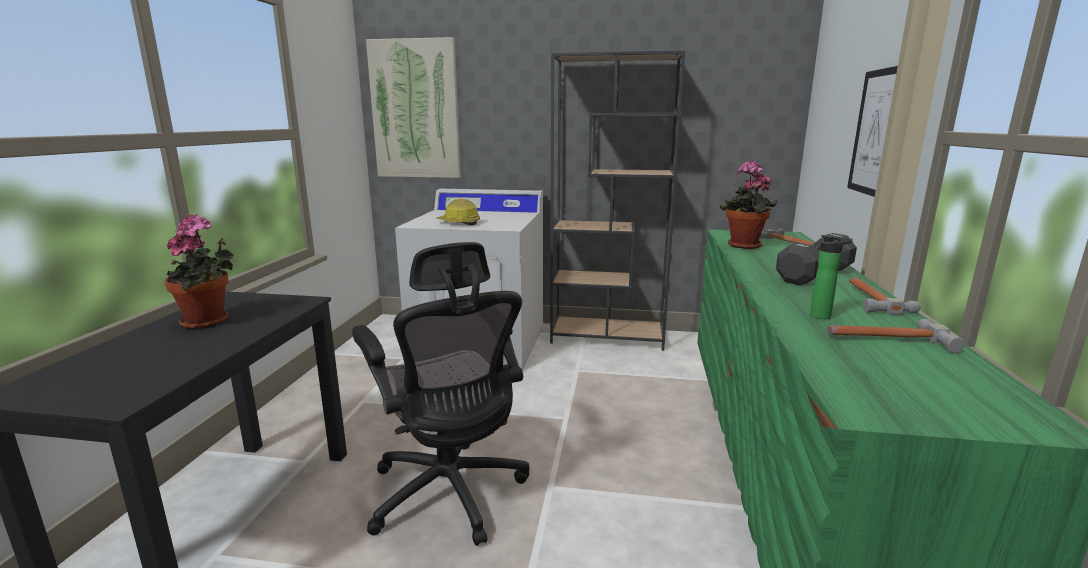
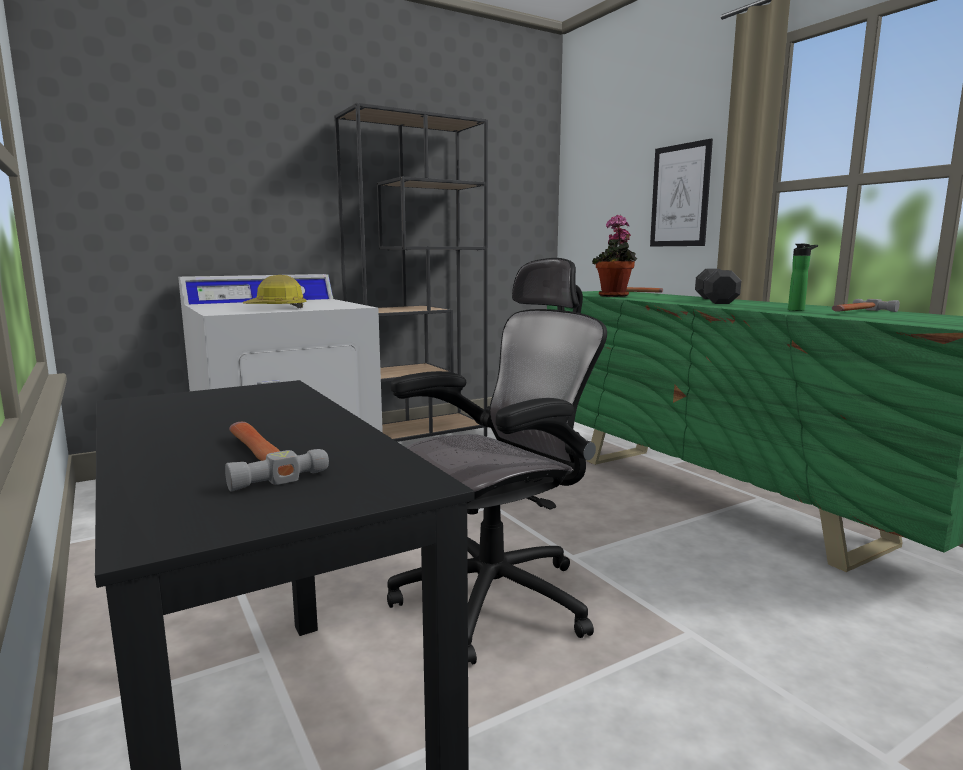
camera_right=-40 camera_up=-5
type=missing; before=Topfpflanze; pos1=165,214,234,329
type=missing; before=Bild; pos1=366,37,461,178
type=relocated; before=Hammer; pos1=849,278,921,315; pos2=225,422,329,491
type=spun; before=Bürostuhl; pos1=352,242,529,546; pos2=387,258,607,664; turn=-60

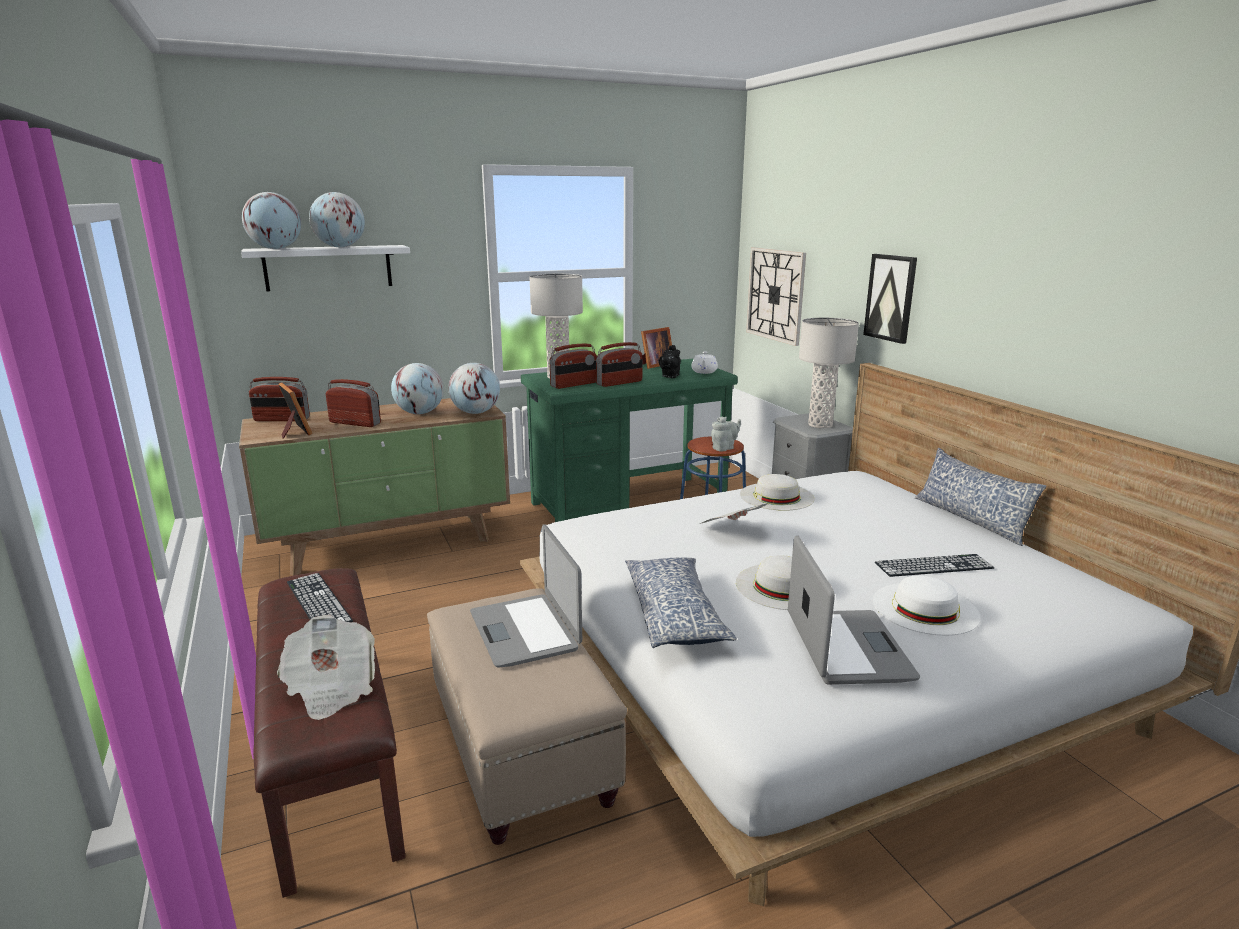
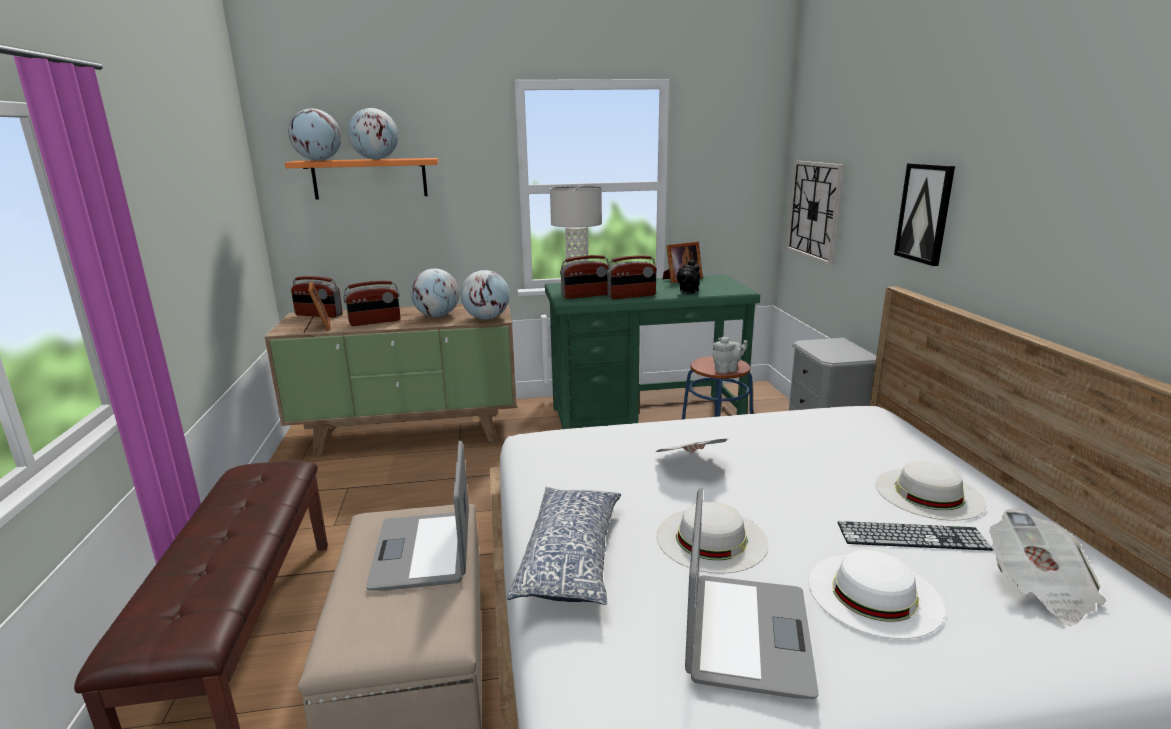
camera_right=15 camera_up=0
type=missing; before=Tastatur; pos1=287,573,353,622
type=missing; before=Teekanne/weiß; pos1=691,351,718,374
type=missing; before=Tischlampe/weiß; pos1=799,317,859,428
type=missing; before=Kissen; pos1=915,448,1047,546
type=relocated; before=Zeitung; pos1=277,615,375,720; pos2=989,509,1106,626
type=relocated; before=Hut/weiß; pos1=740,474,814,511; pos2=876,461,986,521
type=colour; before=Wandregal/weiß; after=Wandregal/orange; pos1=241,245,410,291; pos2=285,158,439,200
type=spun; before=Radio; pos1=326,379,381,427; pos2=343,281,400,326; turn=120

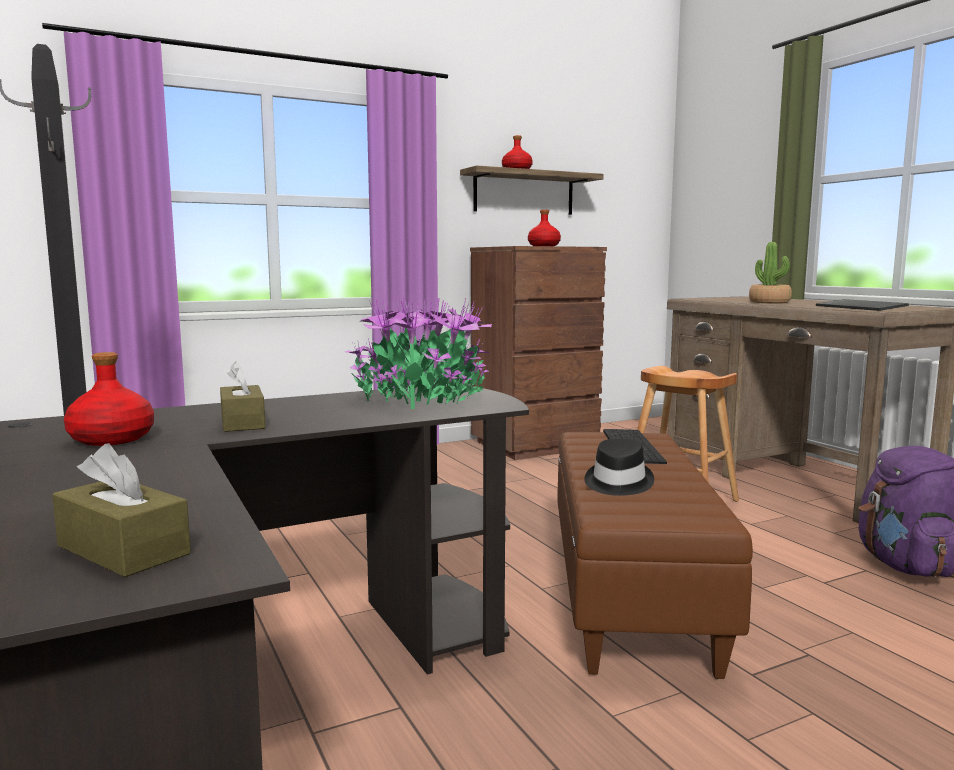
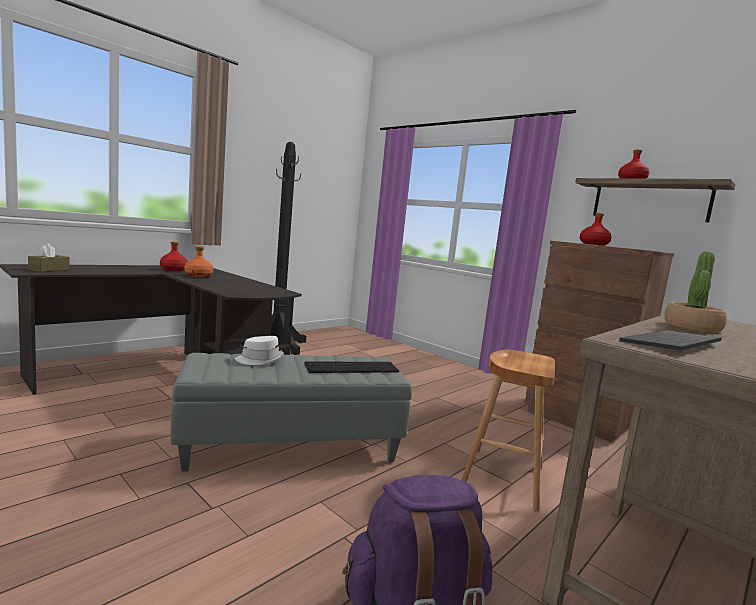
camera_right=70 camera_up=0
type=missing; before=Topfpflanze; pos1=345,298,492,409
type=exchanged; before=Taschentuchbox/braun; after=Flasche/orange; pos1=220,361,265,432; pos2=184,246,213,277
type=colour; before=Polsterhocker/braun; after=Polsterhocker/grau; pos1=557,432,753,679; pos2=170,353,412,472
type=colour; before=Hut/schwarz; after=Hut/weiß; pos1=584,438,654,496; pos2=235,336,284,365

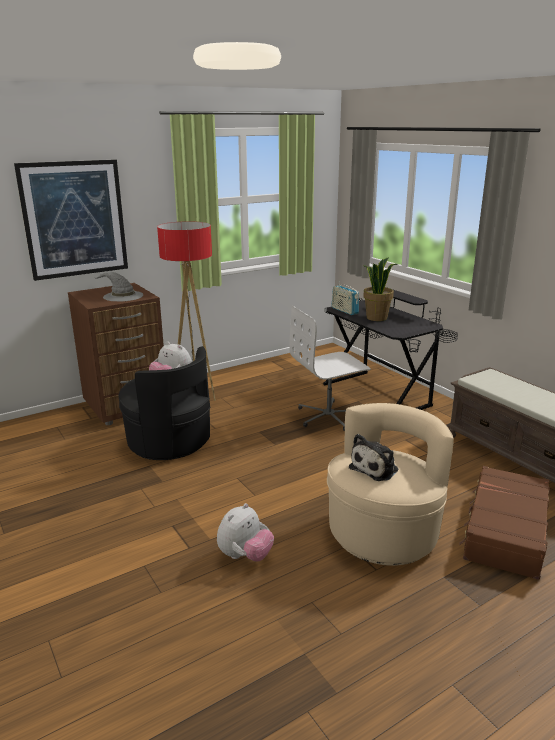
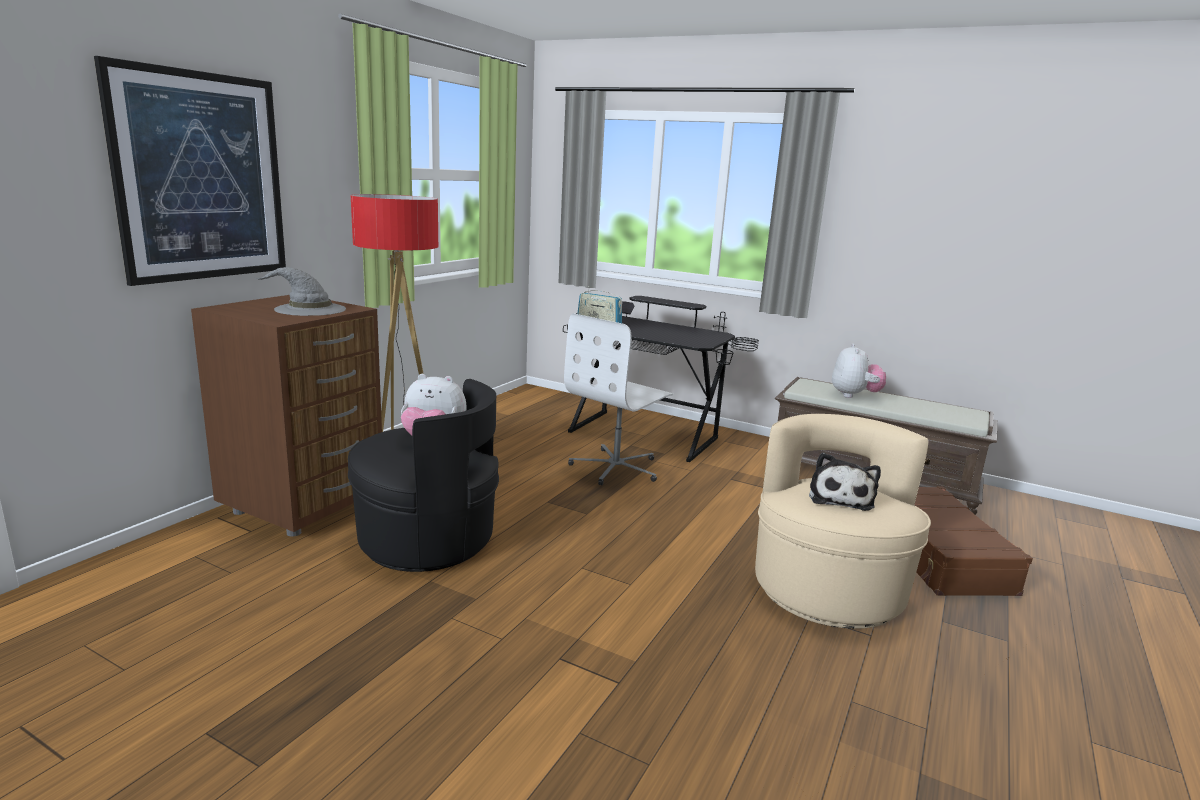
camera_right=-30 camera_up=-5
type=missing; before=Topfpflanze; pos1=363,257,398,321
type=relocated; before=Plüschtier; pos1=217,503,274,561; pos2=832,343,886,398

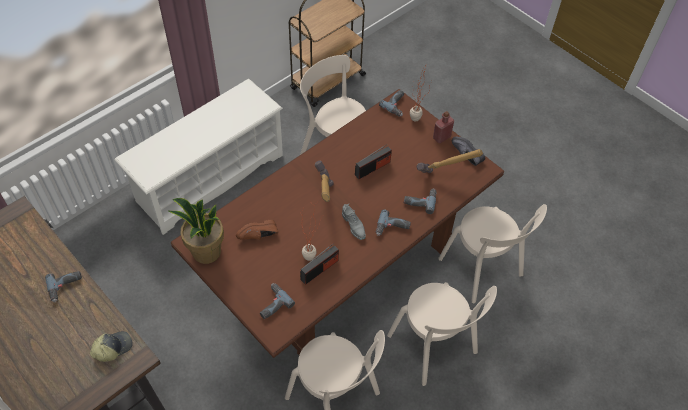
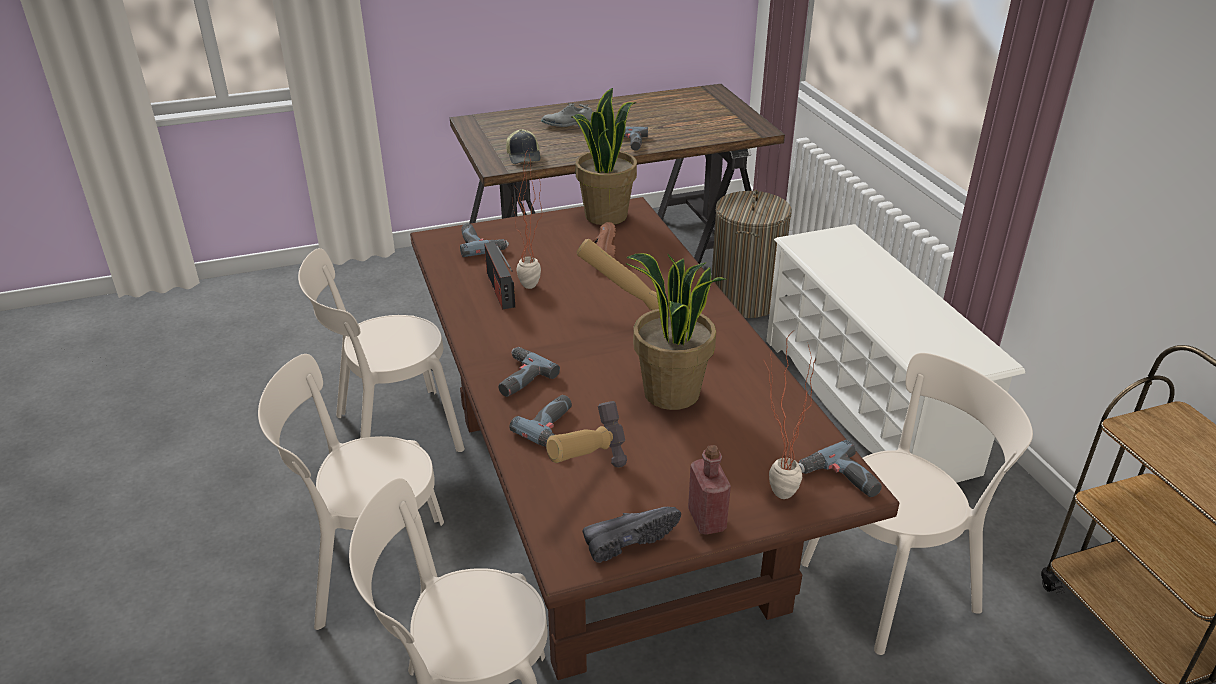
camera_right=115 camera_up=-20
type=appeared; after=Wäschekorb; pos2=711,189,792,318
type=relocated; before=Schuh/grau; pos1=342,204,366,240; pos2=541,103,592,127
type=exchanged; before=Radio; after=Topfpflanze; pos1=355,144,392,179; pos2=625,253,726,410

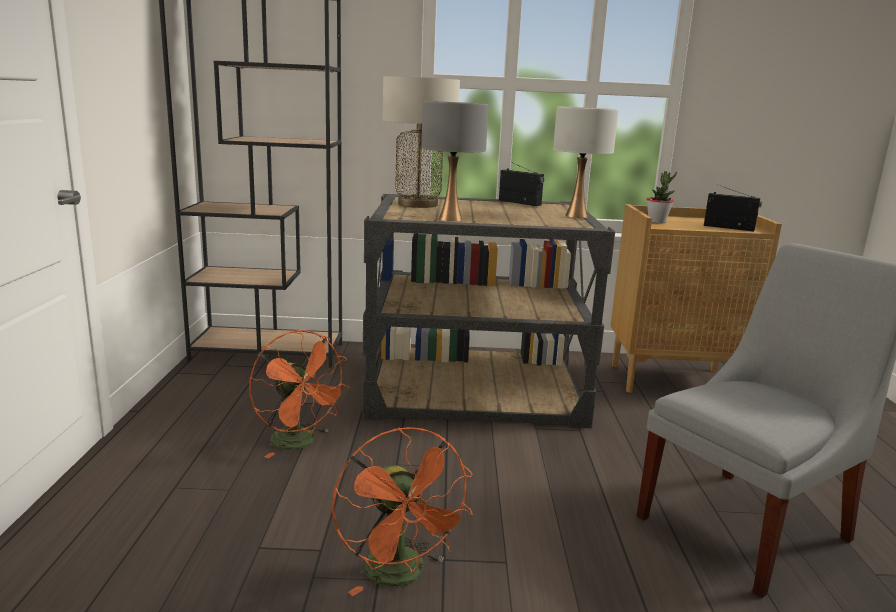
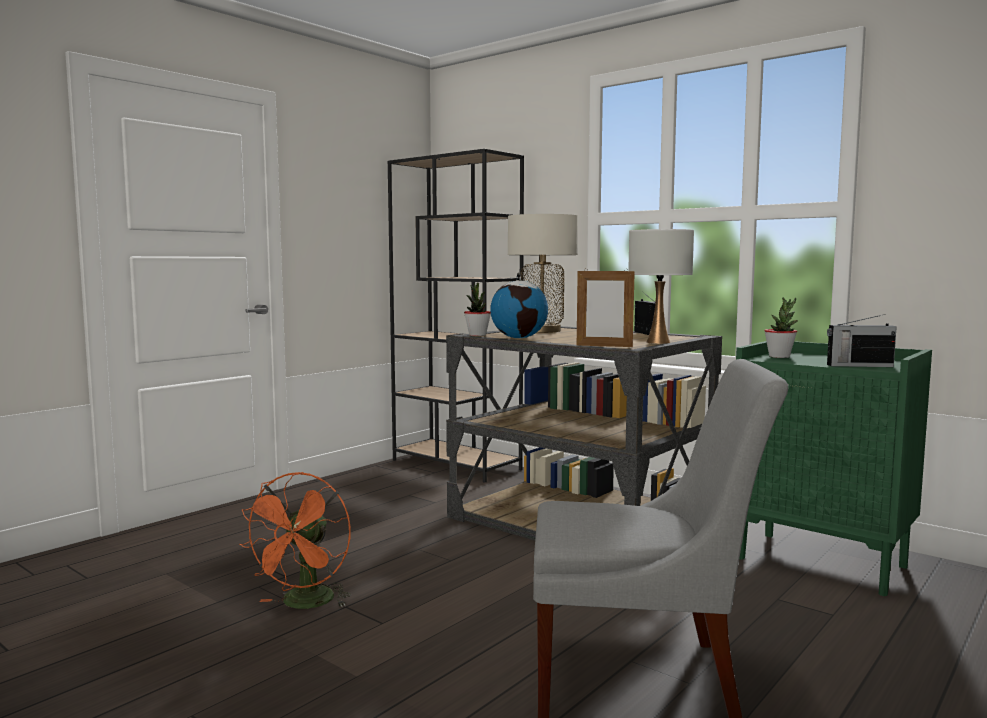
camera_right=40 camera_up=-10
type=missing; before=Ventilator/orange; pos1=249,330,349,458
type=appeared; after=Topfpflanze; pos2=464,282,491,336
type=appeared; after=Bilderrahmen; pos2=577,268,635,347
type=exchanged; before=Tischlampe/grau; after=Globus; pos1=421,101,489,222; pos2=490,272,548,338
type=colour; before=Schrank/braun; after=Schrank/grün; pos1=611,204,782,393; pos2=736,341,932,596
type=spun; before=Radio; pos1=704,185,762,232; pos2=827,314,897,367; turn=120

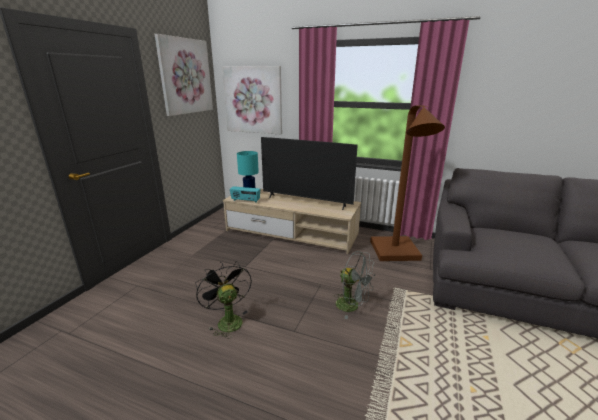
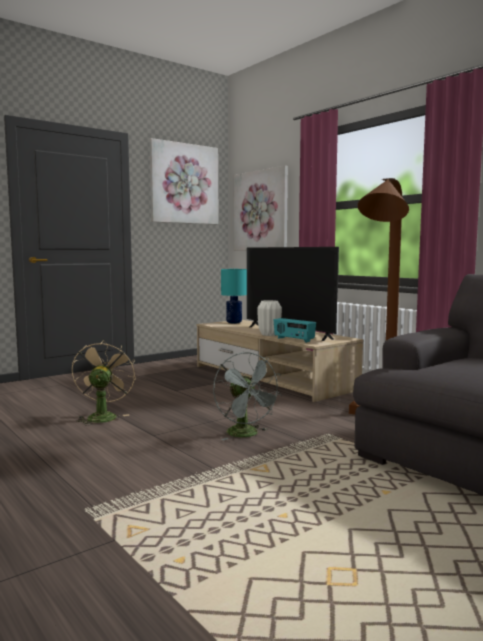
camera_right=30 camera_up=-15
type=appeared; after=Vase/weiß; pos2=257,300,282,336
type=relocated; before=Radio; pos1=230,186,260,203; pos2=274,318,316,343
type=colour; before=Ventilator/schwarz; after=Ventilator/beige; pos1=195,261,252,339; pos2=72,340,136,426

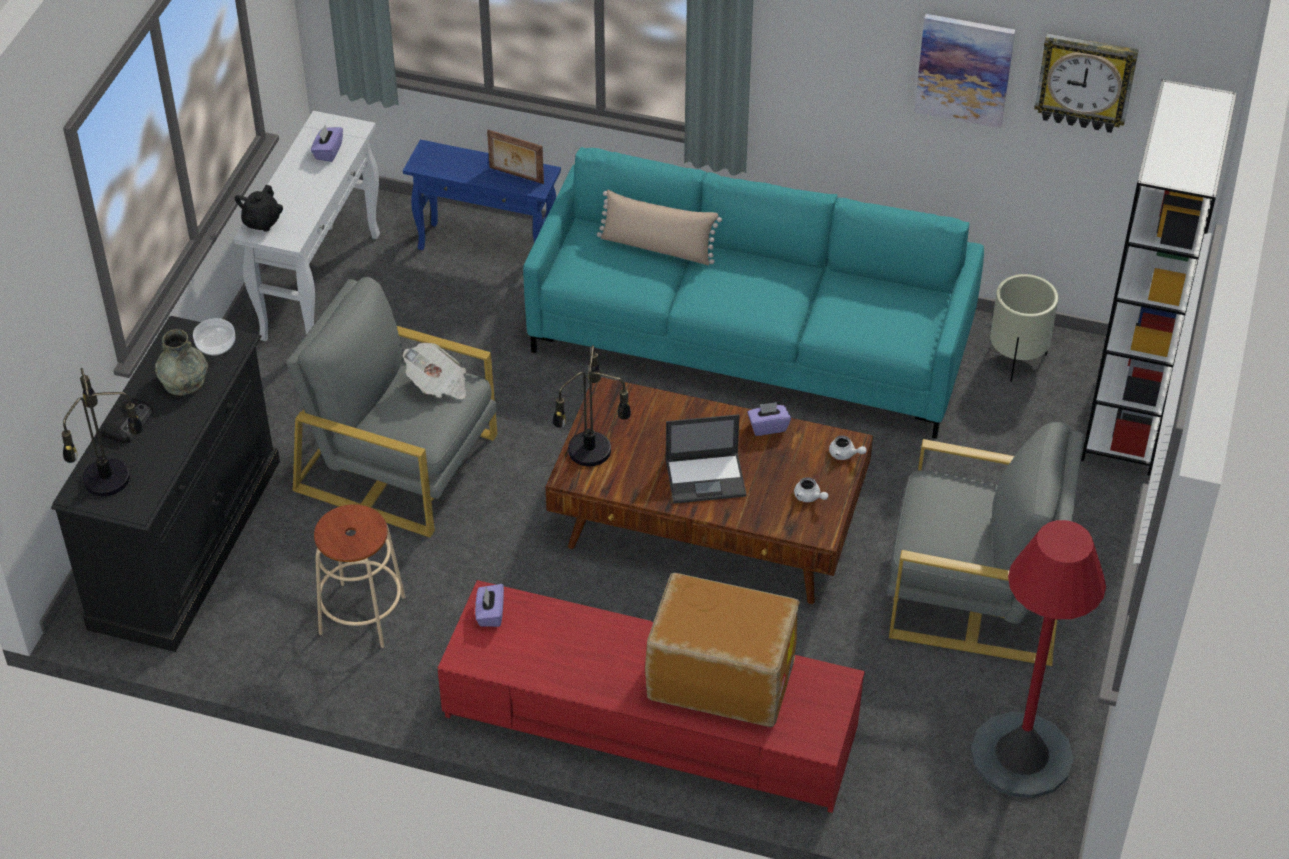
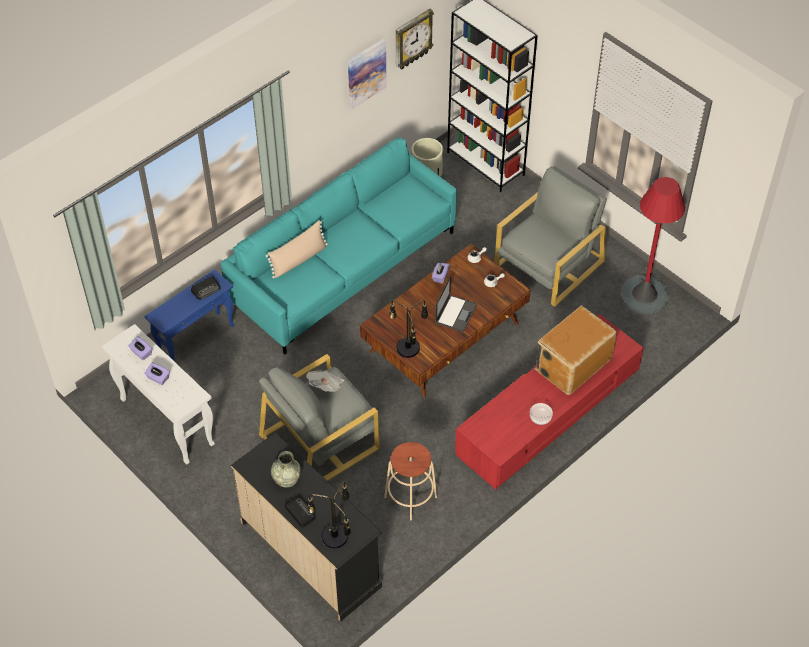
camera_right=-60 camera_up=5
type=missing; before=Teekanne/schwarz; pos1=235,185,283,232
type=relocated; before=Schüssel; pos1=193,318,235,355; pos2=530,403,553,425
type=relocated; before=Taschentuchbox/lila; pos1=475,584,504,627; pos2=144,362,170,385
type=exchanged; before=Bilderrahmen; after=Radio; pos1=487,130,544,184; pos2=191,276,221,300

